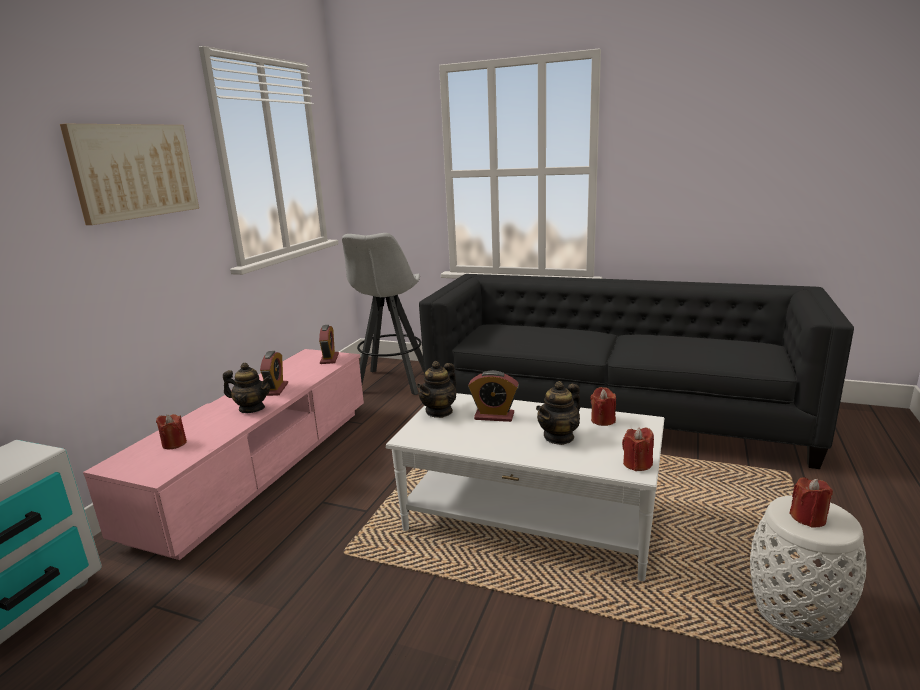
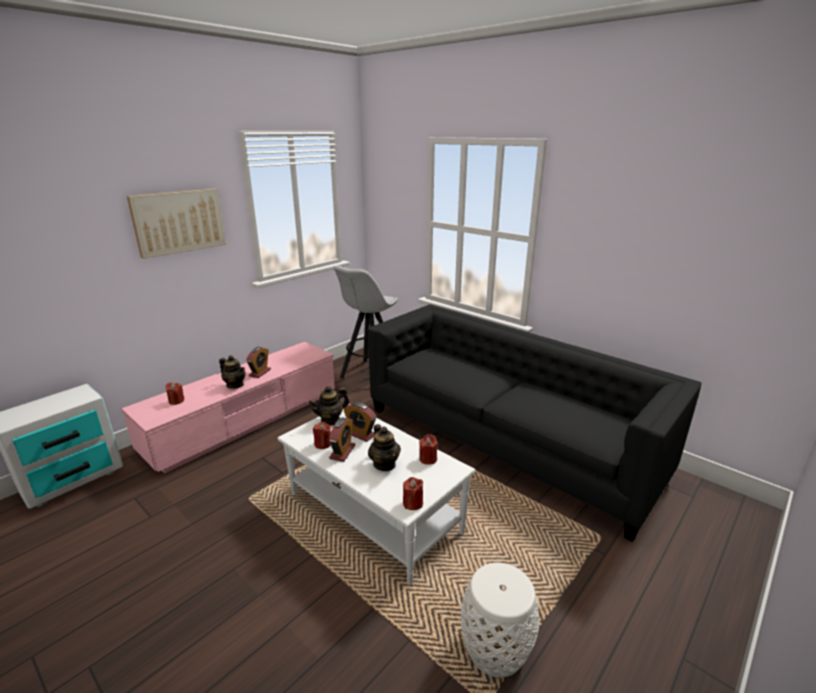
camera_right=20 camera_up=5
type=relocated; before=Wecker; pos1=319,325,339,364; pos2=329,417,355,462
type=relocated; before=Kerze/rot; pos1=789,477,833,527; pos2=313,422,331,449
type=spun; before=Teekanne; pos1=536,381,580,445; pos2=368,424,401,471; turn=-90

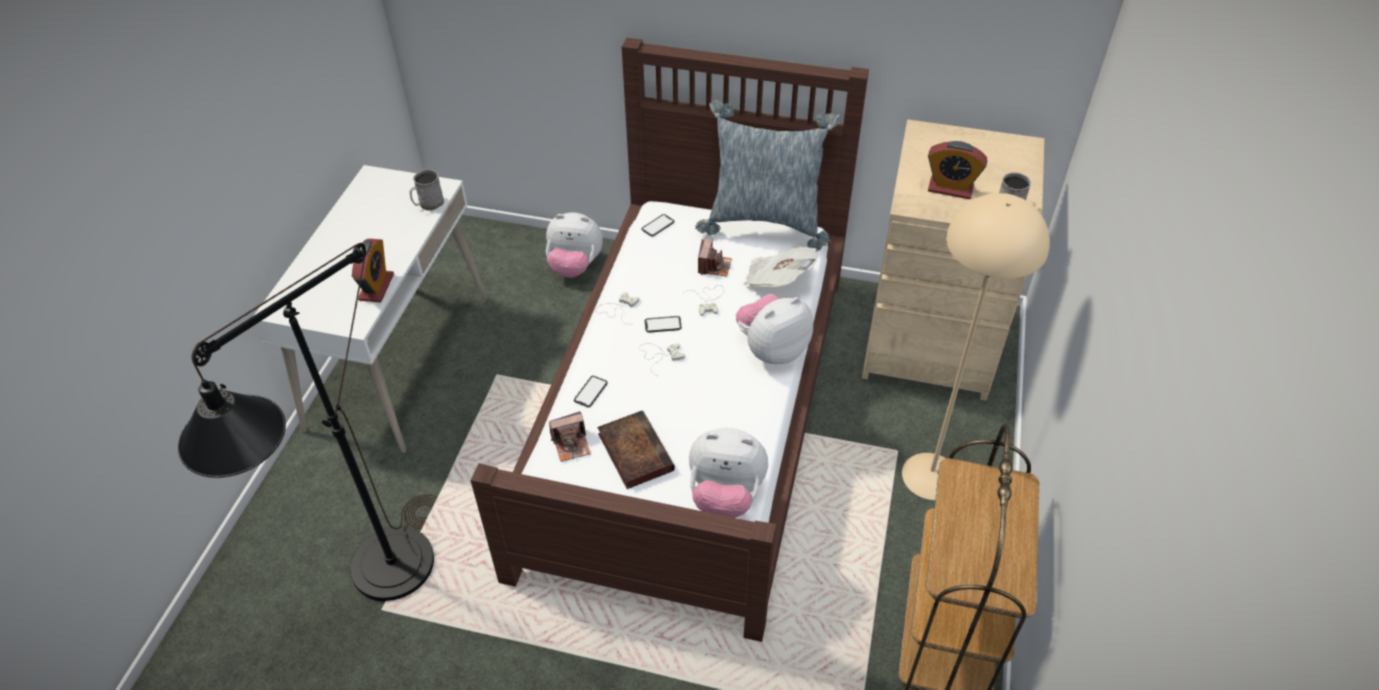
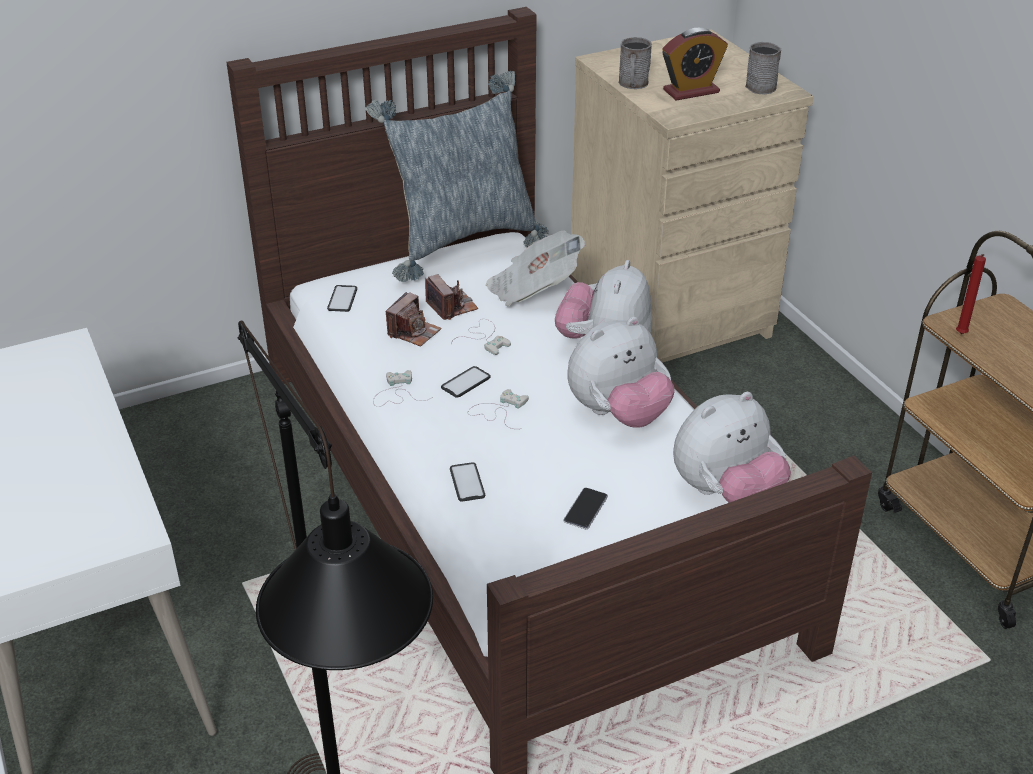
camera_right=-40 camera_up=-10
type=missing; before=Wecker; pos1=352,239,394,303
type=missing; before=Stehlampe/beige; pos1=902,193,1050,500
type=appeared; after=Kerze/rot; pos2=956,254,986,334
type=relocated; before=Henkelbecher/grau; pos1=410,169,444,211; pos2=619,37,652,89
type=relocated; before=Plüschtier; pos1=546,212,603,278; pos2=567,317,675,428
type=relocated; before=Kamera; pos1=549,411,591,462; pos2=386,292,441,347
type=exchanged; before=Buch; after=Handy; pos1=597,410,675,489; pos2=564,488,608,529

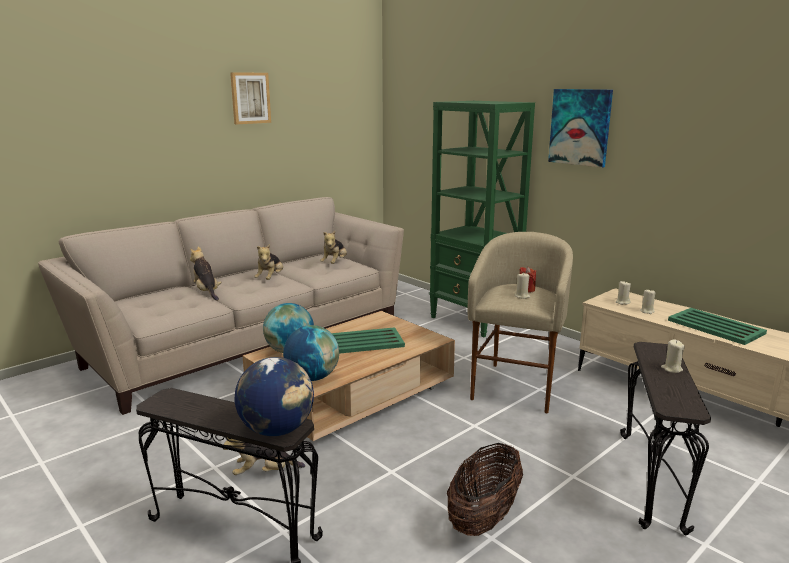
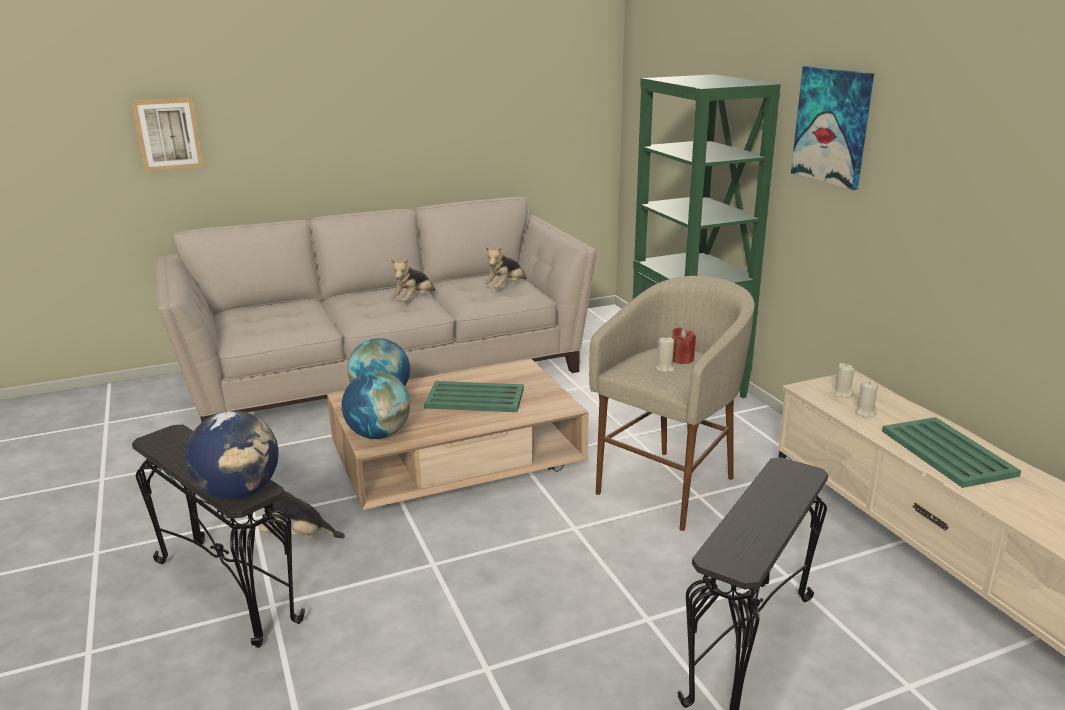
camera_right=20 camera_up=5
type=missing; before=Plüschtier; pos1=190,246,222,301
type=missing; before=Korb; pos1=447,443,523,536
type=missing; before=Kerze/beige; pos1=661,340,685,373
type=relocated; before=Bild; pos1=230,72,271,124; pos2=132,98,203,171

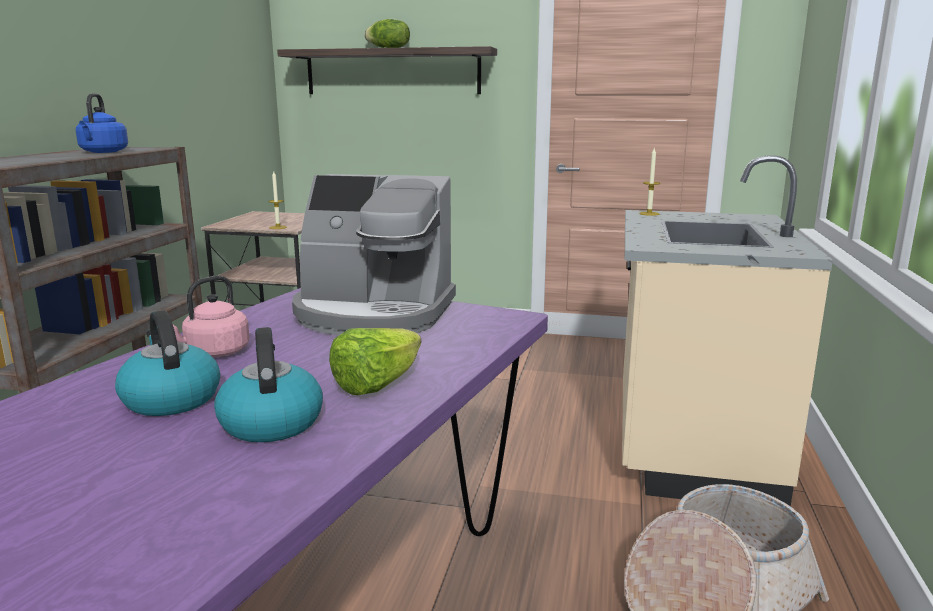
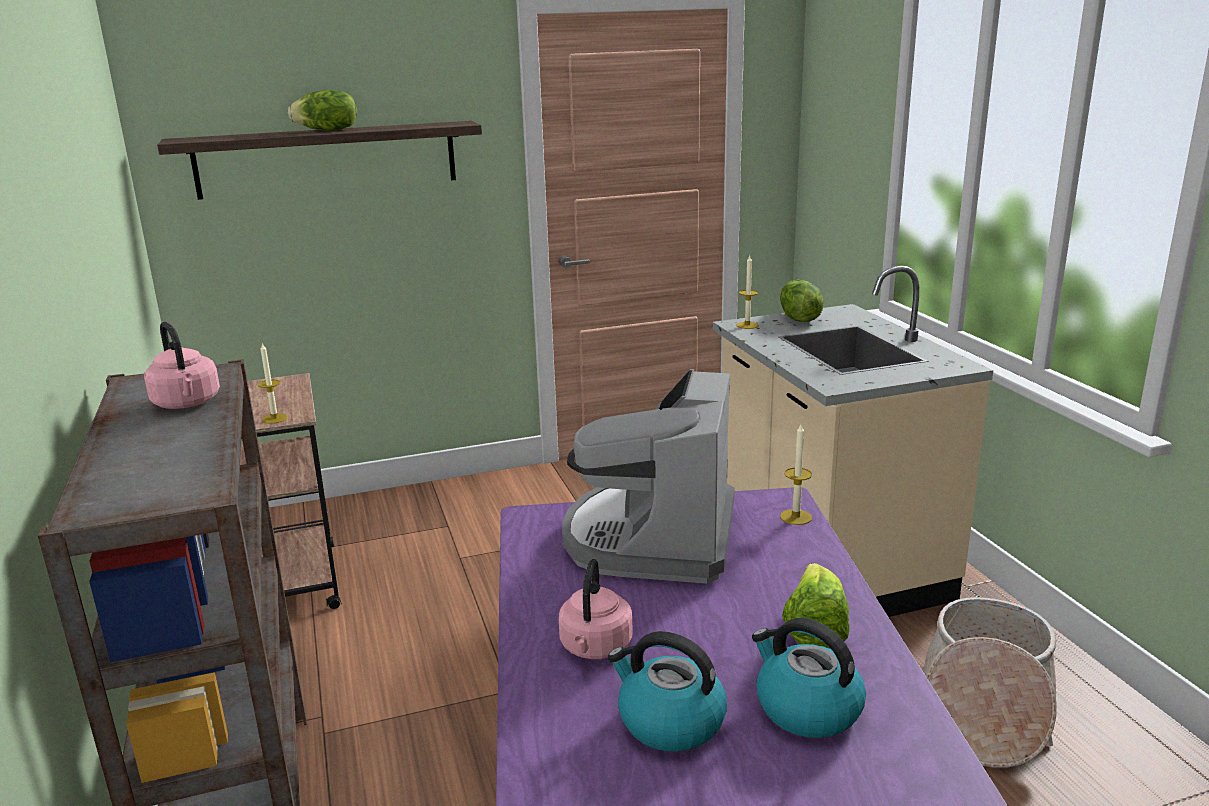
camera_right=-30 camera_up=5
type=appeared; after=Salatkopf; pos2=780,280,823,322
type=appeared; after=Kerze; pos2=780,424,812,525
type=colour; before=Wasserkessel/blau; after=Wasserkessel/rosa; pos1=76,93,128,153; pos2=144,322,220,409
type=spun; before=Kaffeemaschine; pos1=292,174,456,336; pos2=562,369,735,584; turn=120

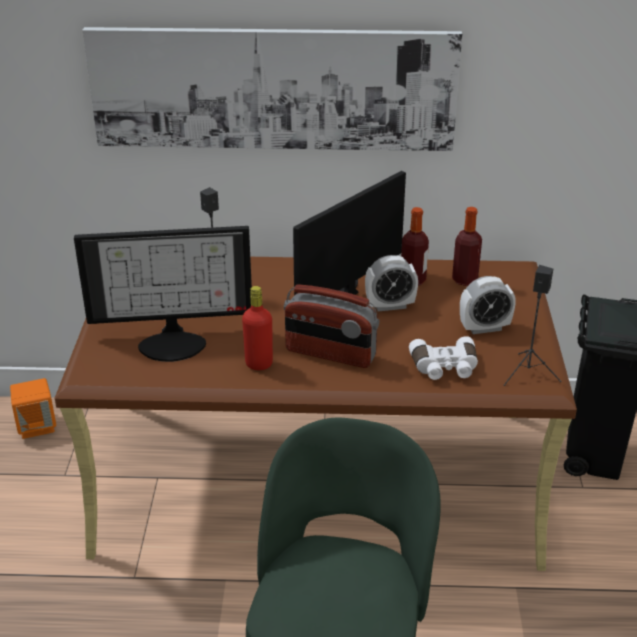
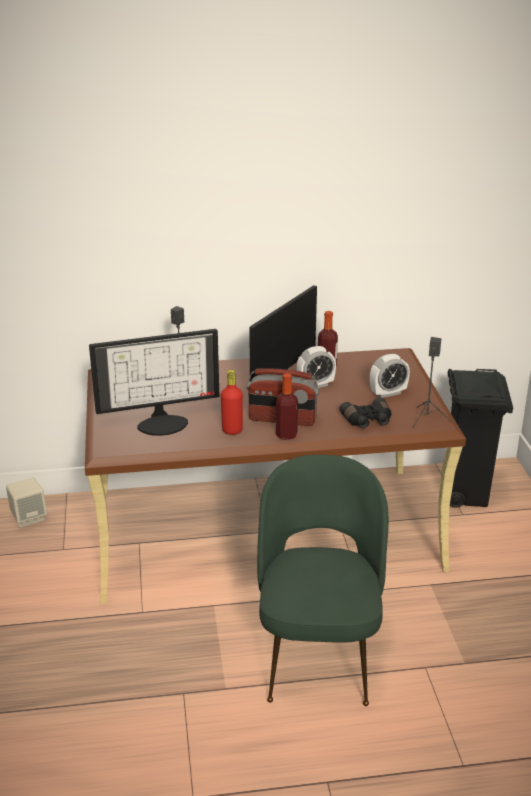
camera_right=-10 camera_up=-5
type=missing; before=Bild; pos1=82,27,462,151
type=relocated; before=Flasche; pos1=452,207,482,286; pos2=276,373,298,440
type=colour; before=Lautsprecher/orange; after=Lautsprecher/beige; pos1=10,378,56,439; pos2=6,477,47,528
type=colour; before=Fernglas/weiß; after=Fernglas/schwarz; pos1=409,336,478,380; pos2=340,397,391,428

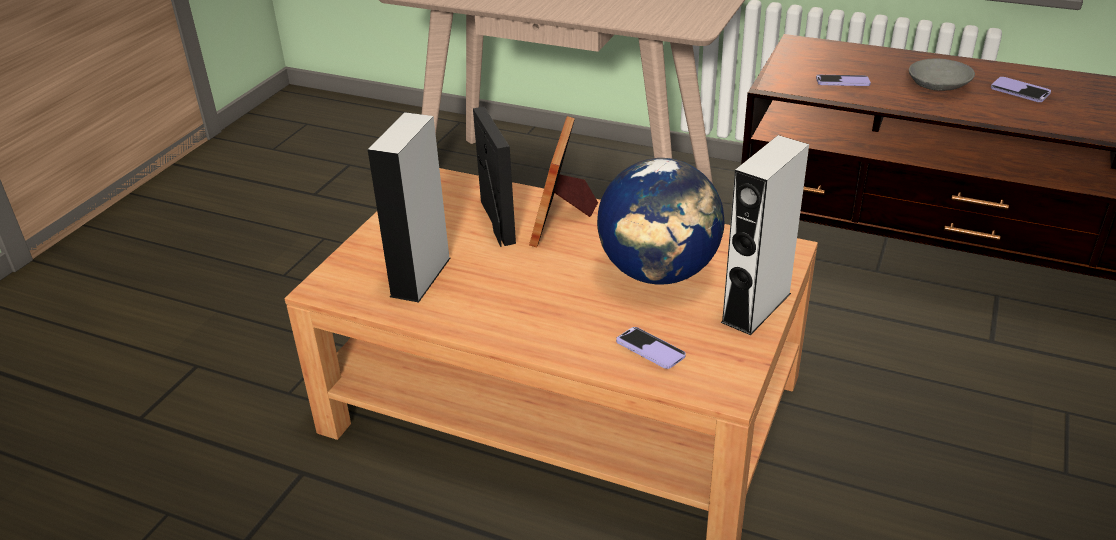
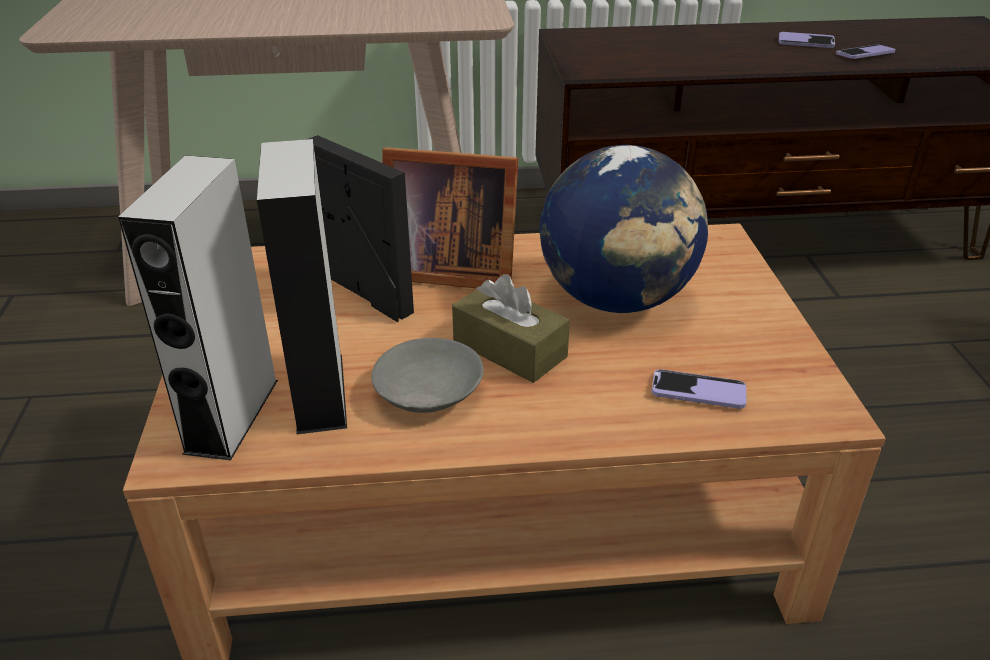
camera_right=-30 camera_up=0
type=appeared; after=Taschentuchbox/braun; pos2=452,274,570,383
type=relocated; before=Lautsprecher/grau; pos1=721,135,809,335; pos2=118,155,278,461
type=relocated; before=Handy; pos1=816,75,871,86; pos2=836,45,896,59
type=relocated; before=Schüssel/grau; pos1=909,58,975,91; pos2=371,338,484,413
type=spun; before=Bilderrahmen; pos1=529,116,598,248; pos2=382,147,518,288; turn=-60

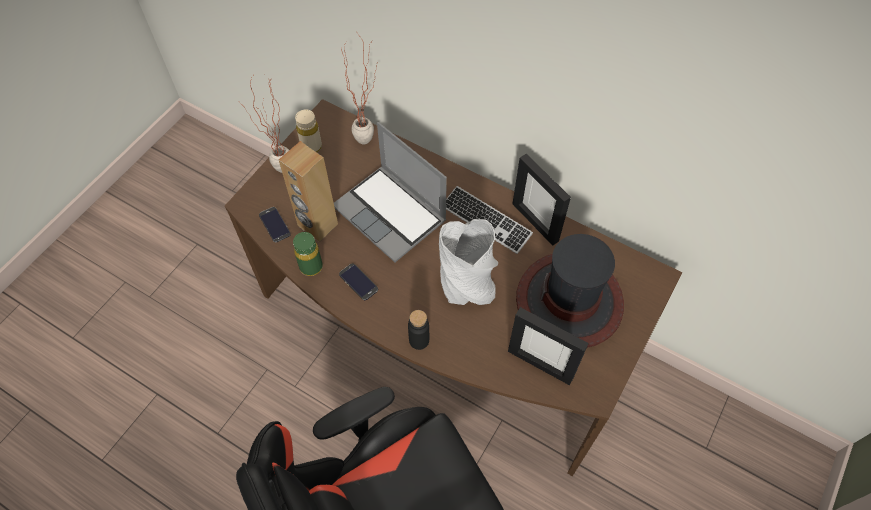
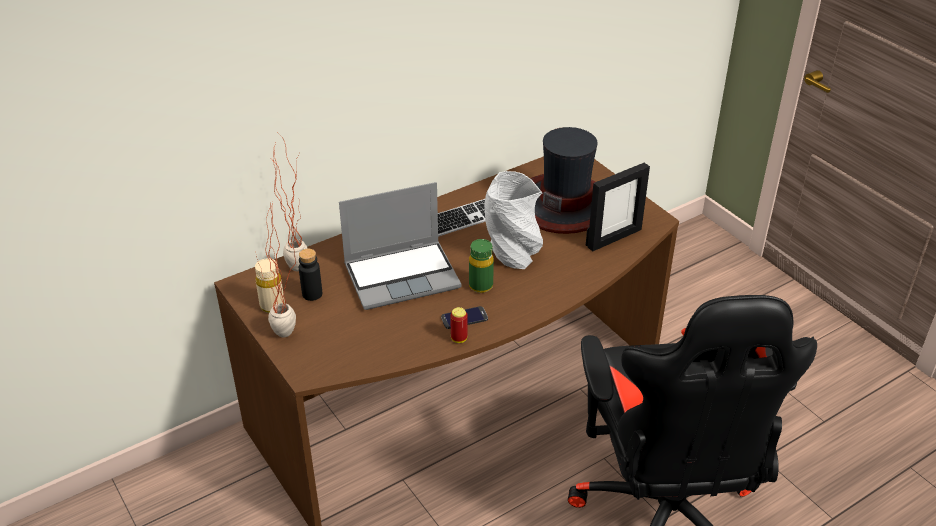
camera_right=-65 camera_up=-20
type=missing; before=Handy; pos1=259,207,291,242
type=missing; before=Lautsprecher/braun; pos1=279,141,338,242
type=missing; before=Bilderrahmen; pos1=512,154,571,246
type=appeared; after=Dose; pos2=450,307,468,343
type=relocated; before=Flasche/grün; pos1=293,232,323,276; pos2=469,239,494,293
type=relocated; before=Flasche/schwarz; pos1=408,310,429,350; pos2=299,249,322,301

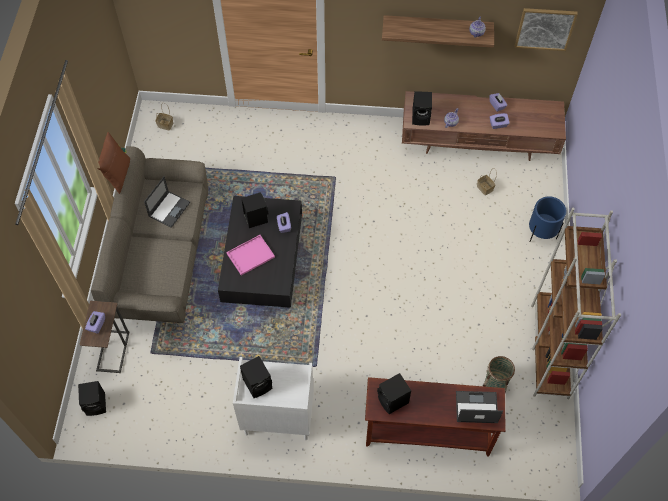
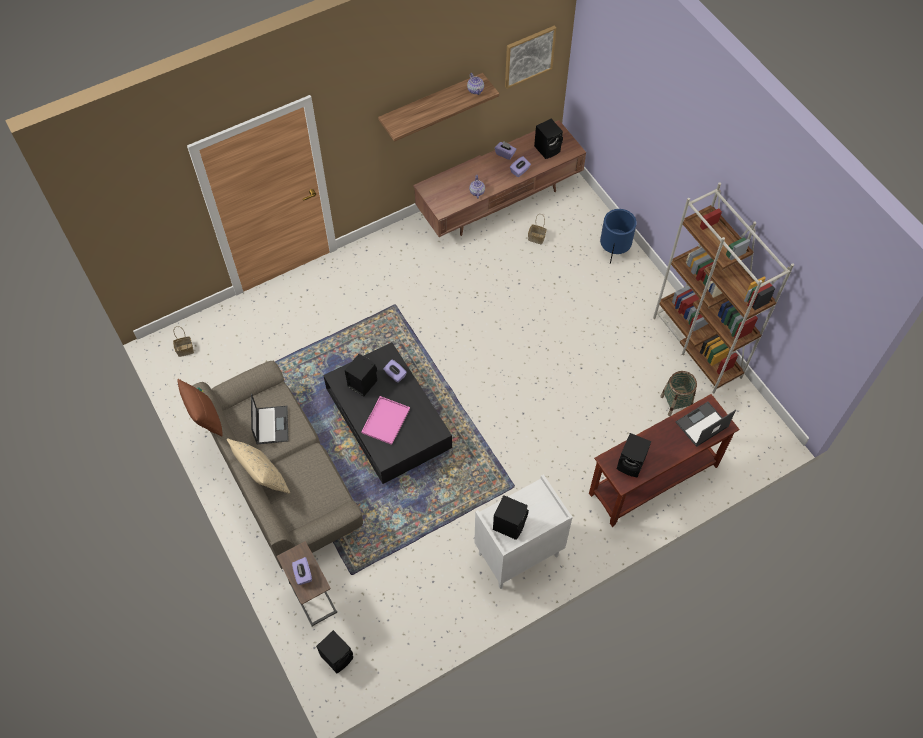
camera_right=-35 camera_up=0
type=appeared; after=Kissen/beige; pos2=227,438,290,494
type=relocated; before=Lautsprecher/schwarz; pos1=412,91,432,126; pos2=534,119,563,159

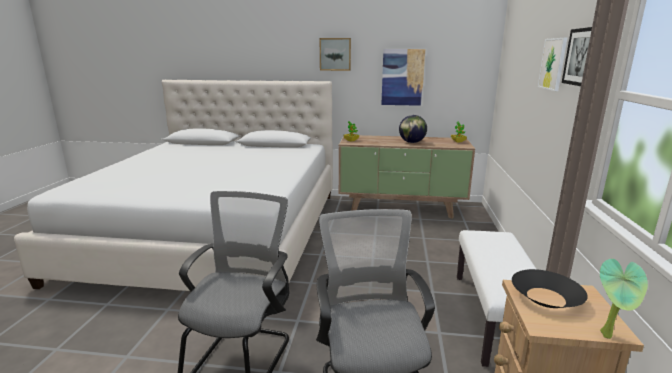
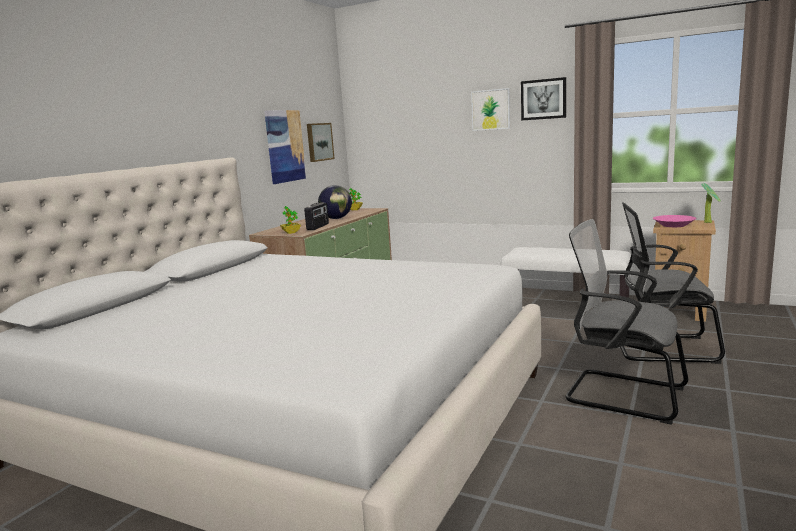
camera_right=-70 camera_up=-5
type=appeared; after=Radio; pos2=304,202,329,230
type=relocated; before=Bild; pos1=320,38,351,71; pos2=307,123,335,162
type=colour; before=Schüssel/schwarz; after=Schüssel/rosa; pos1=512,269,588,308; pos2=653,215,697,227

